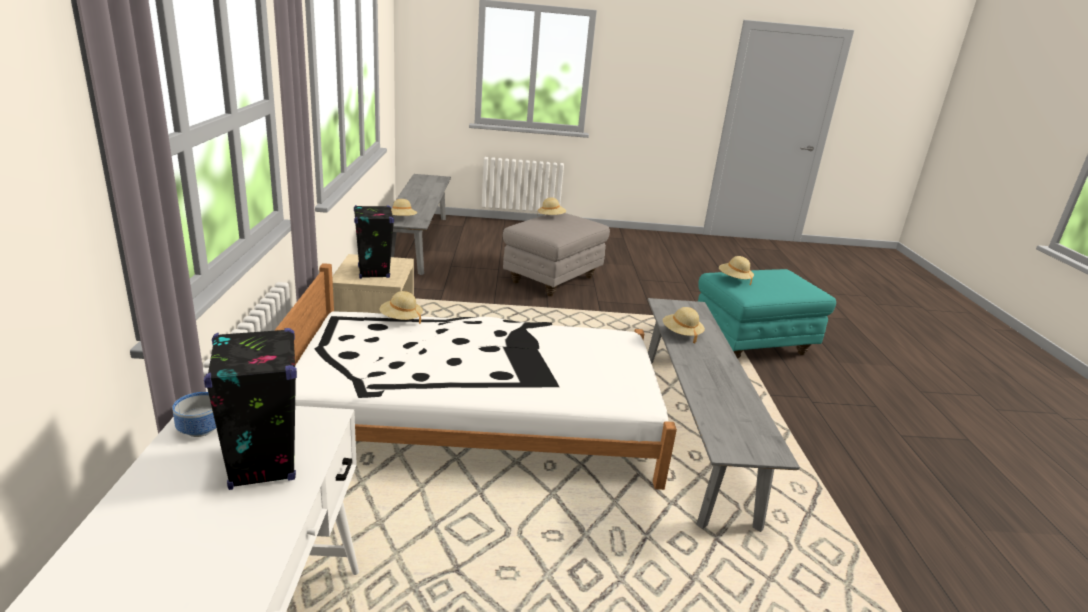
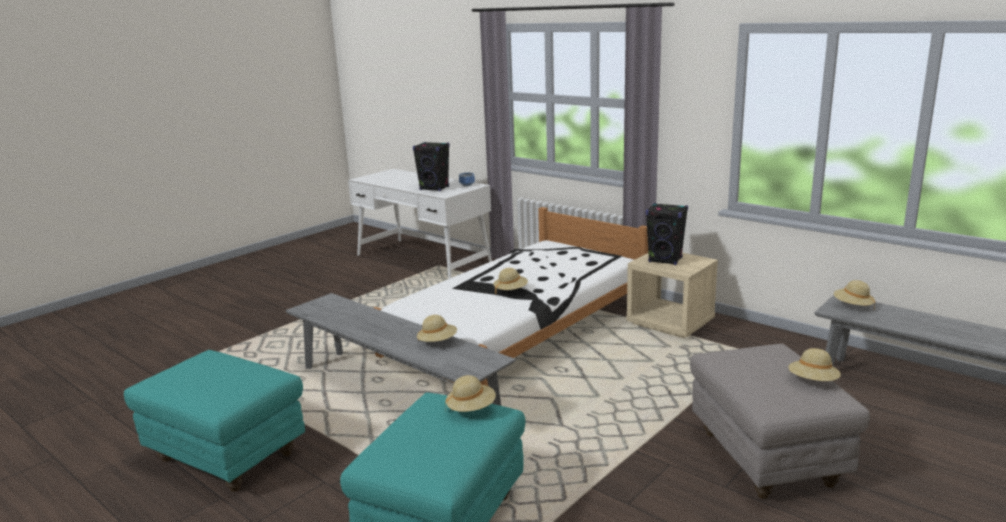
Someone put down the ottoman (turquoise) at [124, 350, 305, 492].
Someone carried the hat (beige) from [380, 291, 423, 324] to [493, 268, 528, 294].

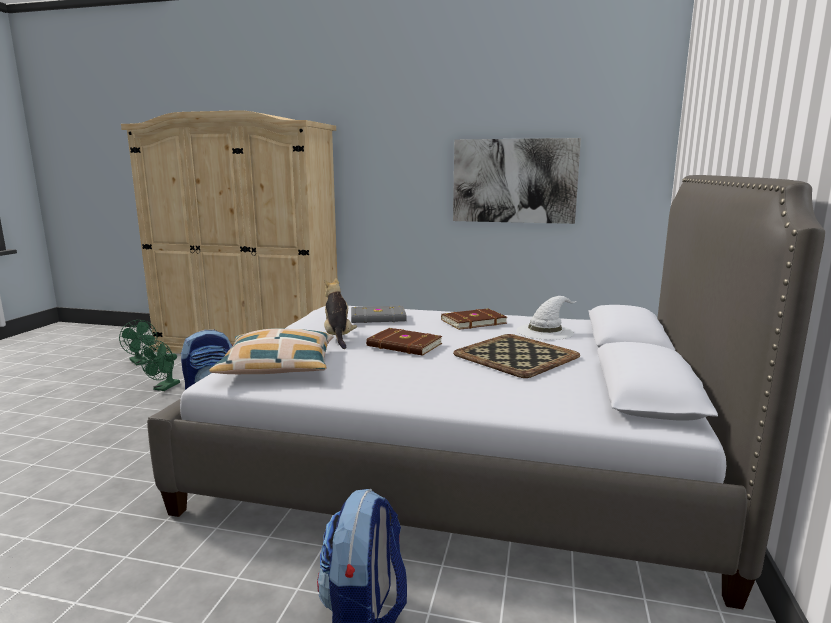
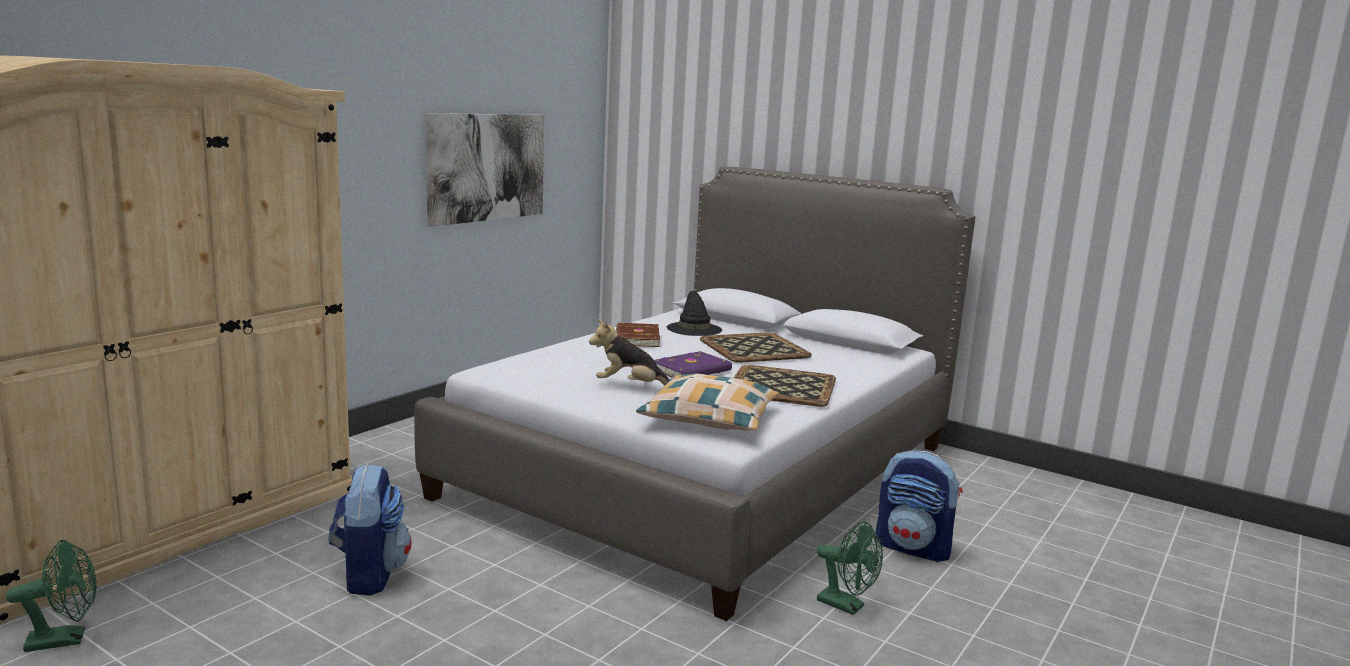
Someone repainted the book (brown) at [366, 328, 442, 356], which became the book (purple) at [654, 351, 732, 377].
Someone repainted the hat (white) at [516, 296, 576, 340], which became the hat (black) at [667, 291, 722, 336].
Someone put down the tray at [734, 365, 836, 407].
Someone carried the fan (green) from [140, 340, 180, 391] to [817, 522, 883, 615].
Someone took away the book (grey) at [351, 306, 407, 323].

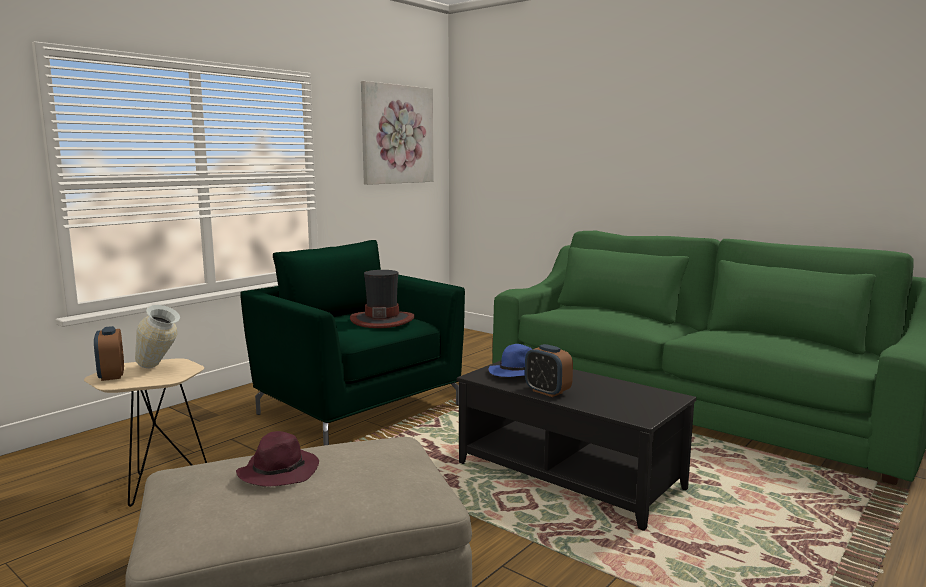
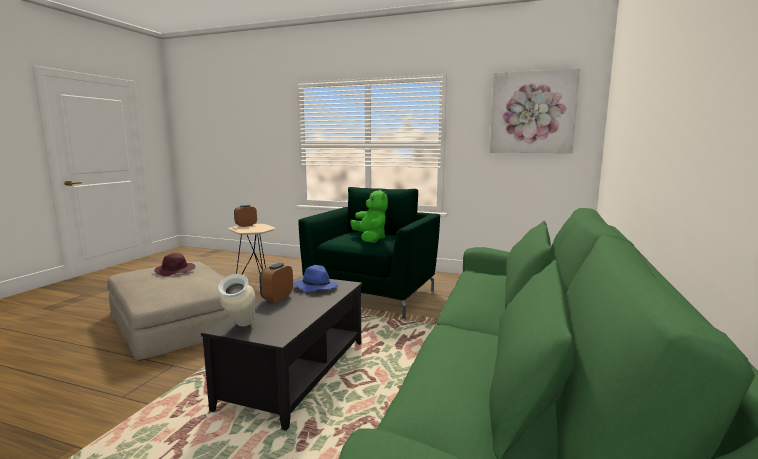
Someone carried the vase from [135, 305, 180, 368] to [218, 274, 255, 327].
Someone swapped the hat at [350, 270, 415, 328] for the plush toy (green) at [351, 189, 388, 243].

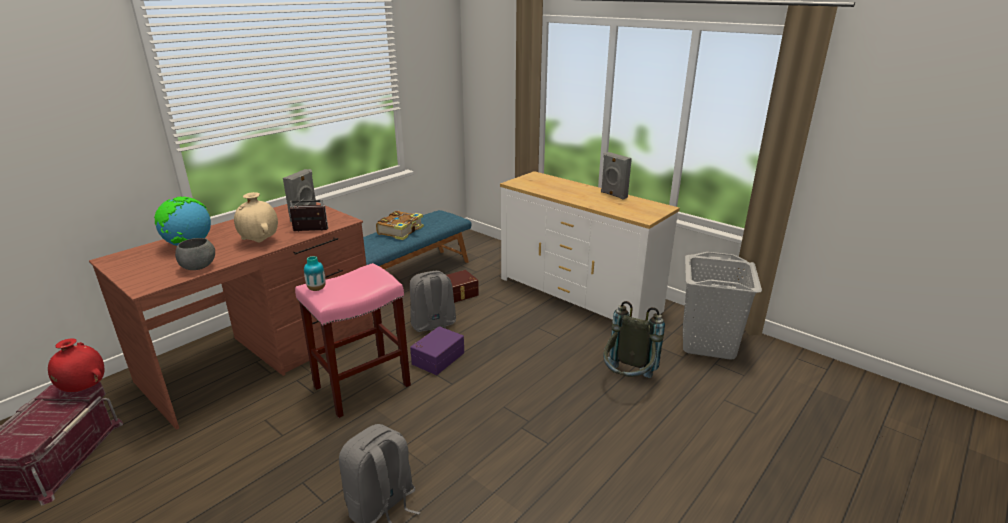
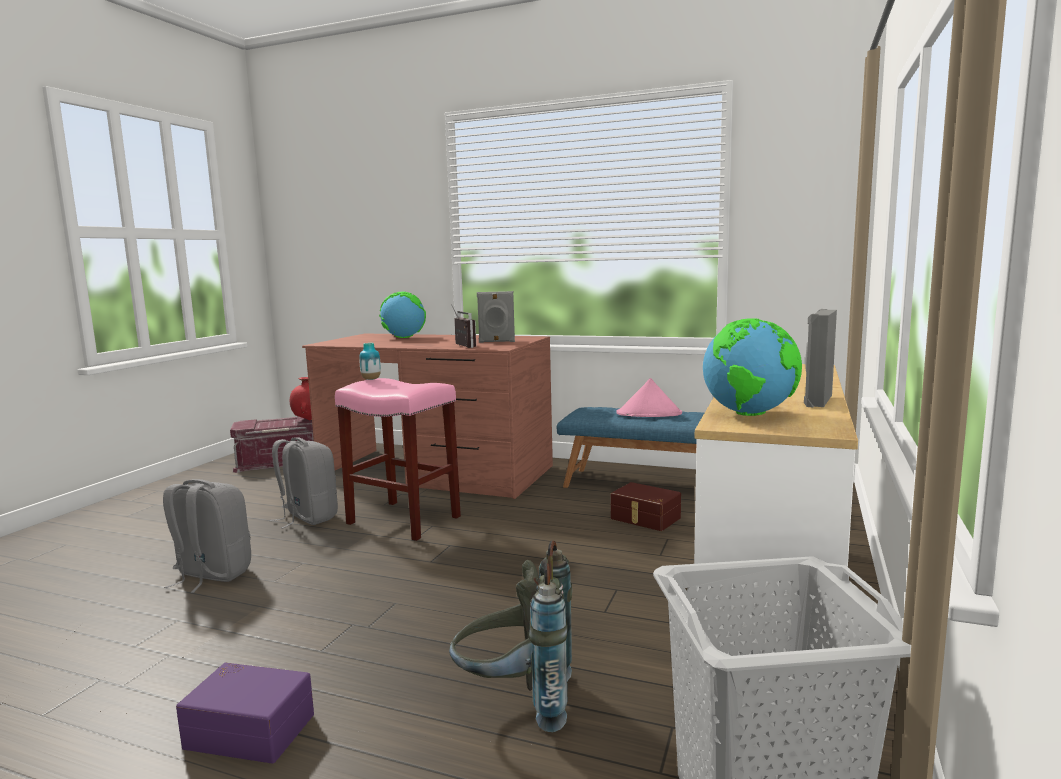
Someone carried the storage box (purple) from [410, 326, 464, 375] to [176, 663, 314, 763].
Someone carried the backpack (grey) from [410, 271, 456, 332] to [270, 437, 338, 529].
Someone swapped the book at [376, 211, 424, 240] for the hat (pink) at [616, 378, 682, 417].
Someone put down the globe at [703, 318, 802, 416].
Someone took away the bowl (grey) at [175, 238, 215, 270].
Someone took away the vase (beige) at [234, 192, 278, 242].

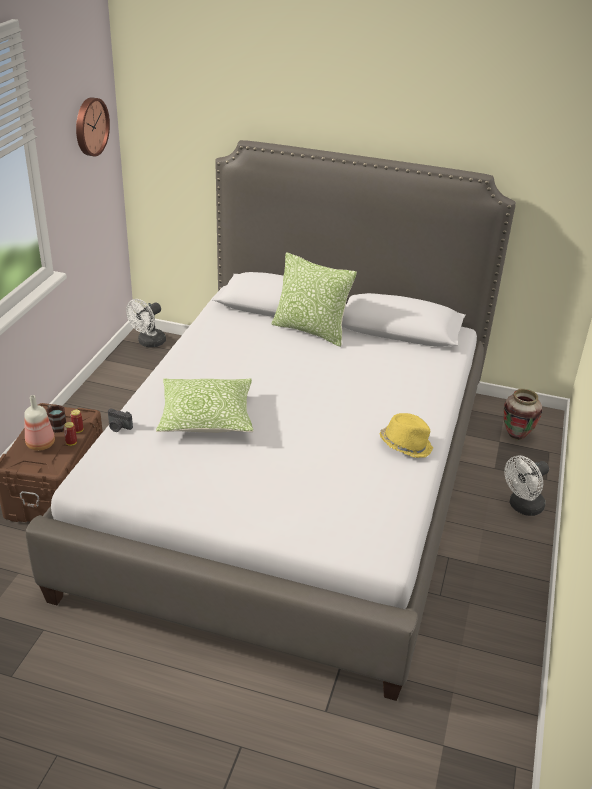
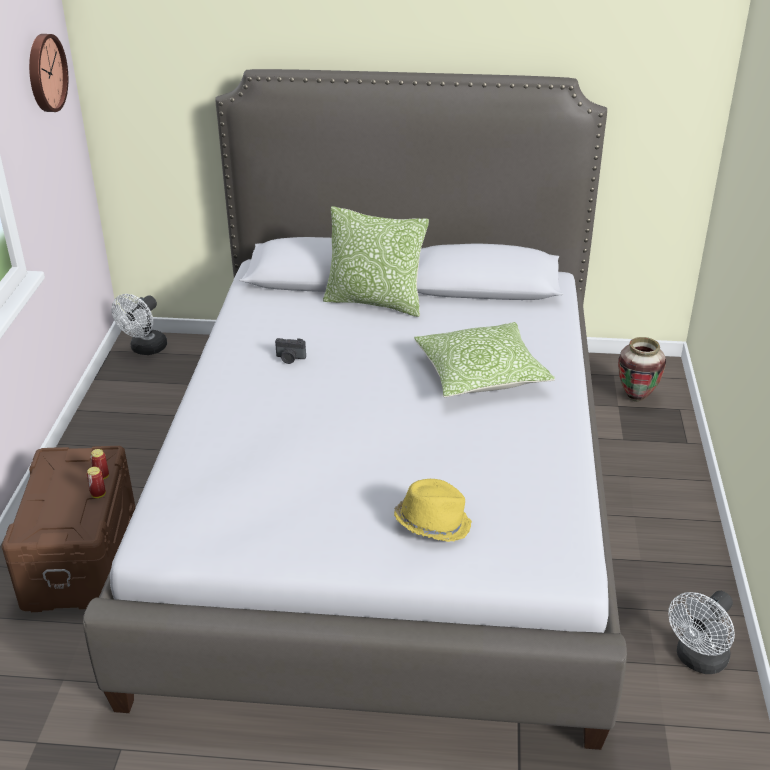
Someone carried the photo camera from [108, 409, 133, 432] to [275, 338, 306, 364].
Someone carried the hat (yellow) from [380, 413, 434, 458] to [394, 479, 472, 542].
Someone carried the pillow from [156, 378, 254, 433] to [414, 322, 555, 398].
Someone carried the fan (white) from [504, 455, 549, 516] to [668, 591, 735, 674].
Someone took away the bottle at [24, 395, 55, 451].
Someone took away the mug at [47, 404, 66, 433].

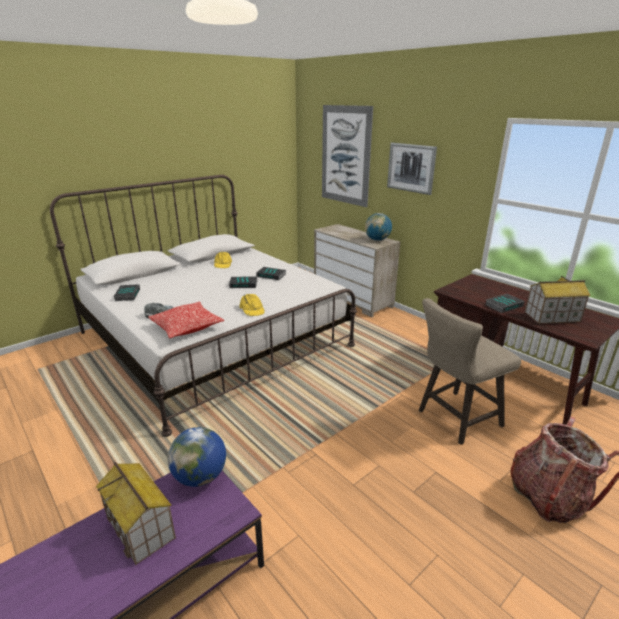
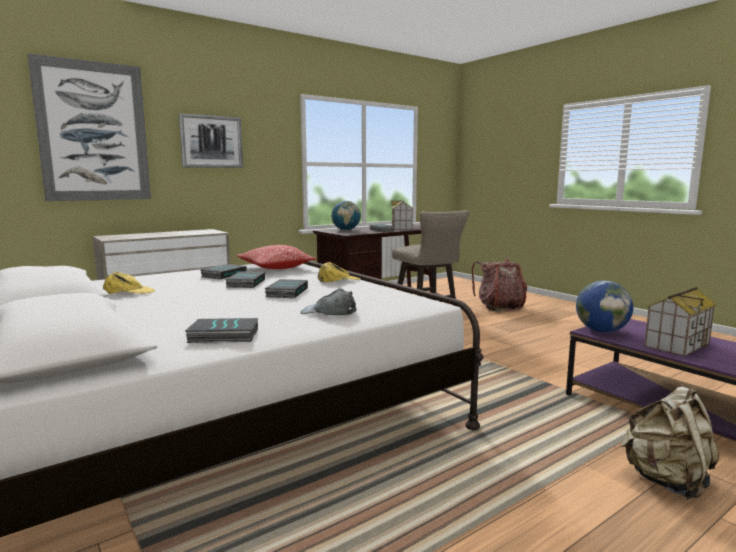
Someone carried the pillow from [148, 302, 224, 338] to [236, 245, 317, 269].
Someone put down the book at [264, 279, 308, 298].
Someone carried the globe from [365, 213, 392, 241] to [331, 201, 361, 231].
Someone put down the backpack (beige) at [621, 386, 719, 500].

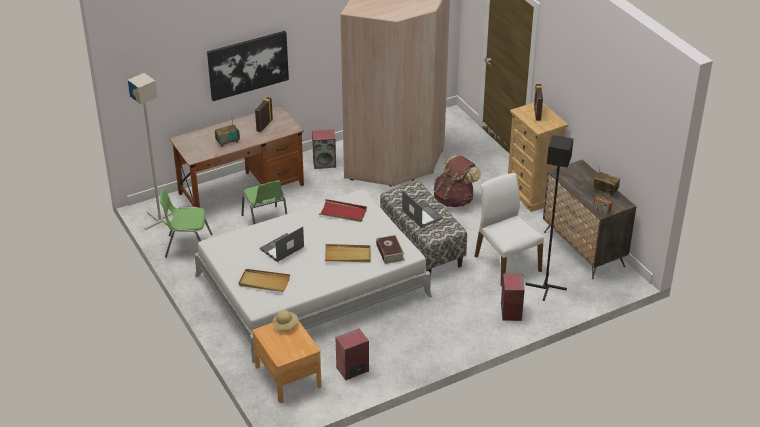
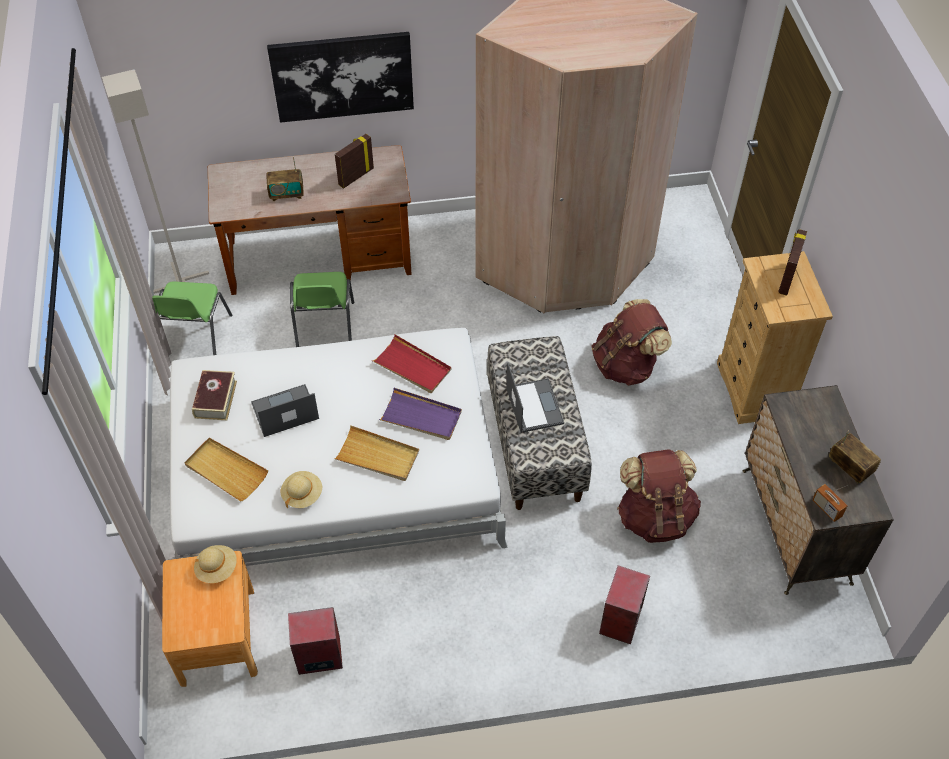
Someone rotated the chair (green) at [160, 189, 213, 258] by 105 degrees counterclockwise.
Someone carried the book from [376, 235, 404, 264] to [192, 370, 237, 420].
Someone put down the hat (beige) at [280, 471, 322, 508].
Someone put down the tray (purple) at [379, 388, 462, 440].
Someone swapped the chair (white) at [475, 173, 544, 286] for the backpack (brown) at [617, 449, 701, 543].
Someone took away the speaker at [312, 129, 336, 169].
Someone took away the floor lamp (black) at [525, 135, 574, 301].

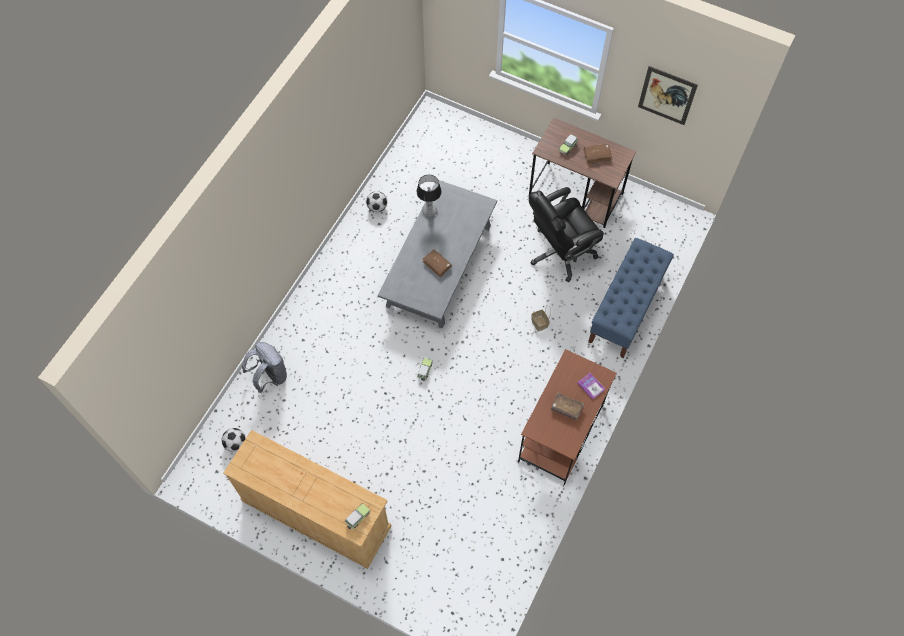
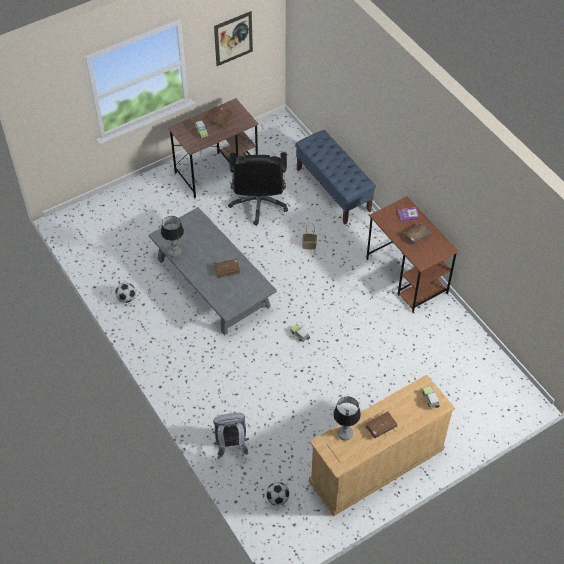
Someone put down the table lamp at [333, 396, 361, 440].
Someone put down the book (brown) at [365, 411, 397, 438].

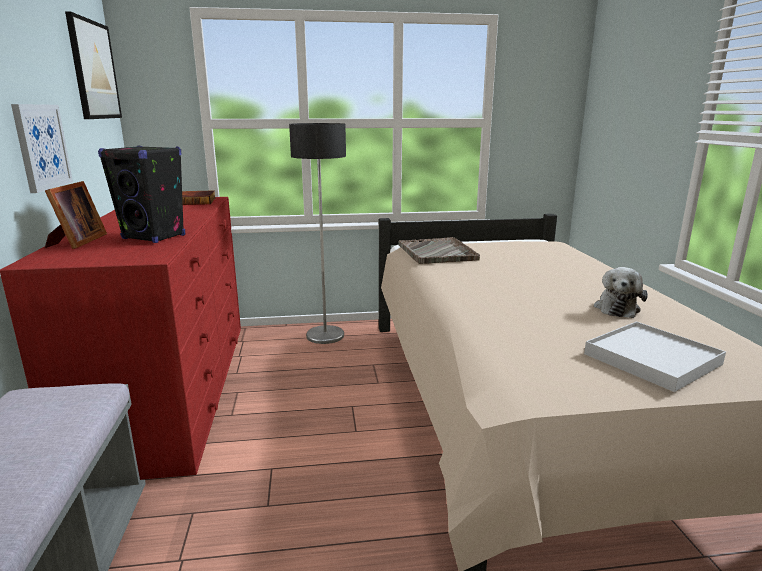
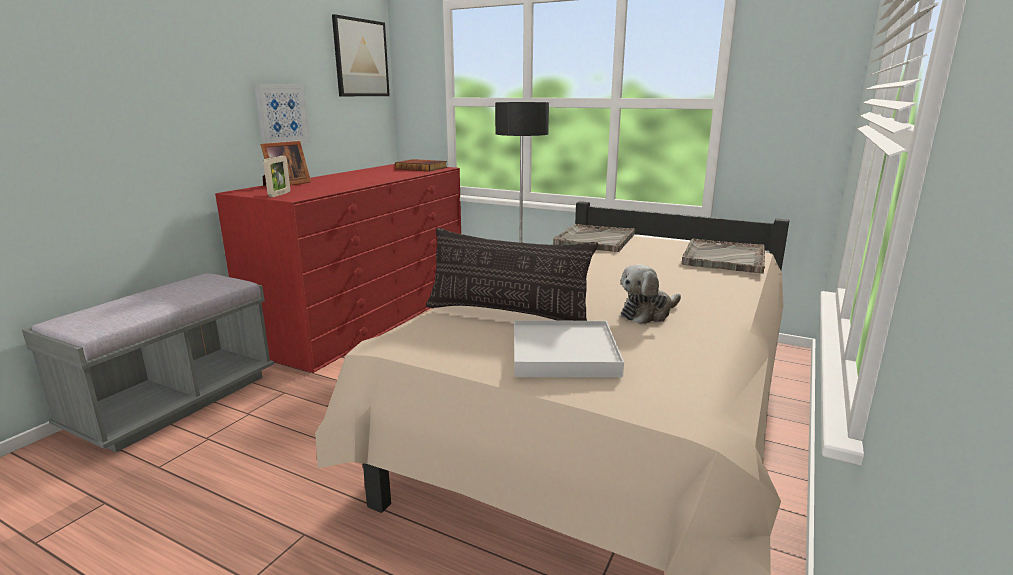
Someone put down the picture frame at [263, 156, 290, 197].
Someone put down the pillow at [426, 228, 598, 321].
Someone put down the tray (grey) at [682, 239, 765, 274].
Someone took away the speaker (black) at [98, 146, 185, 243].

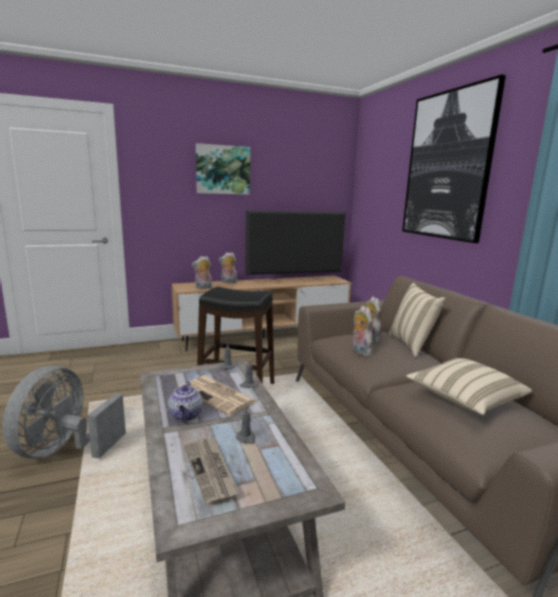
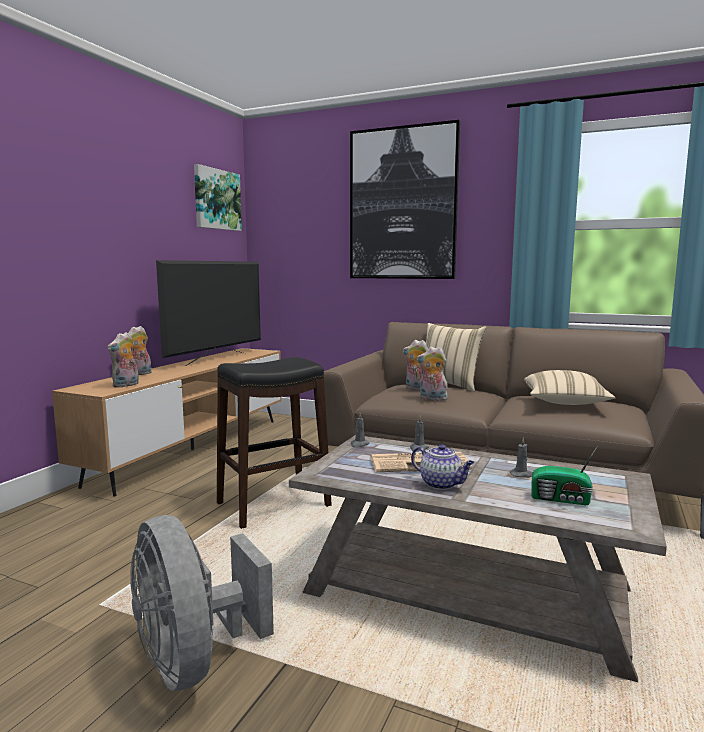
Someone carried the picture from [196, 143, 250, 195] to [194, 164, 242, 231].
Someone swapped the newspaper at [183, 438, 240, 507] for the radio at [531, 446, 598, 505].

